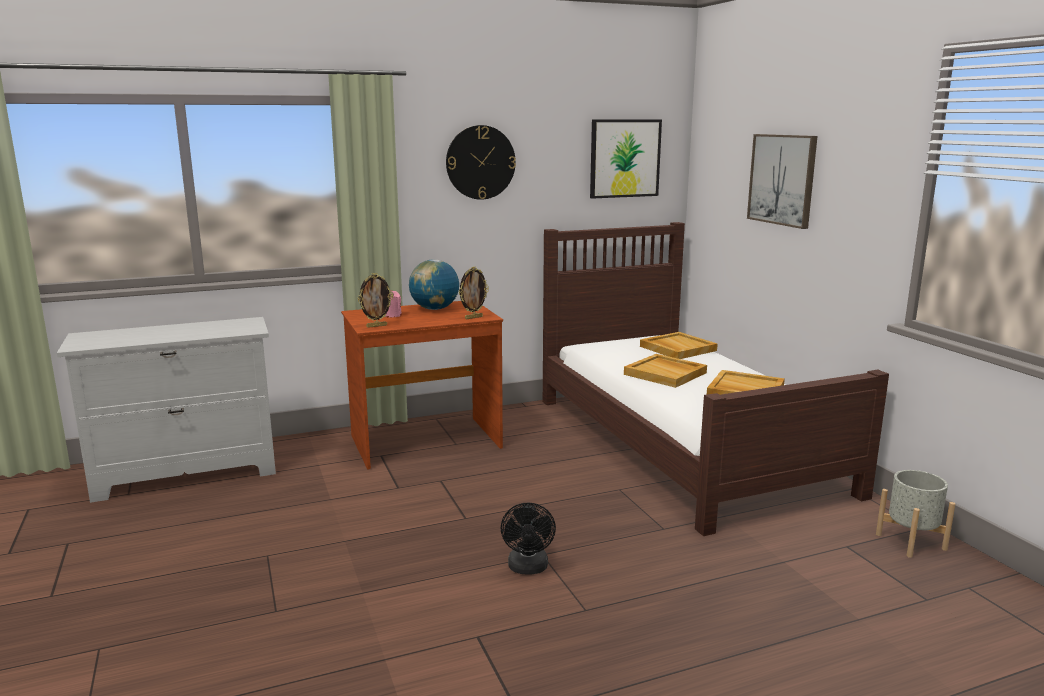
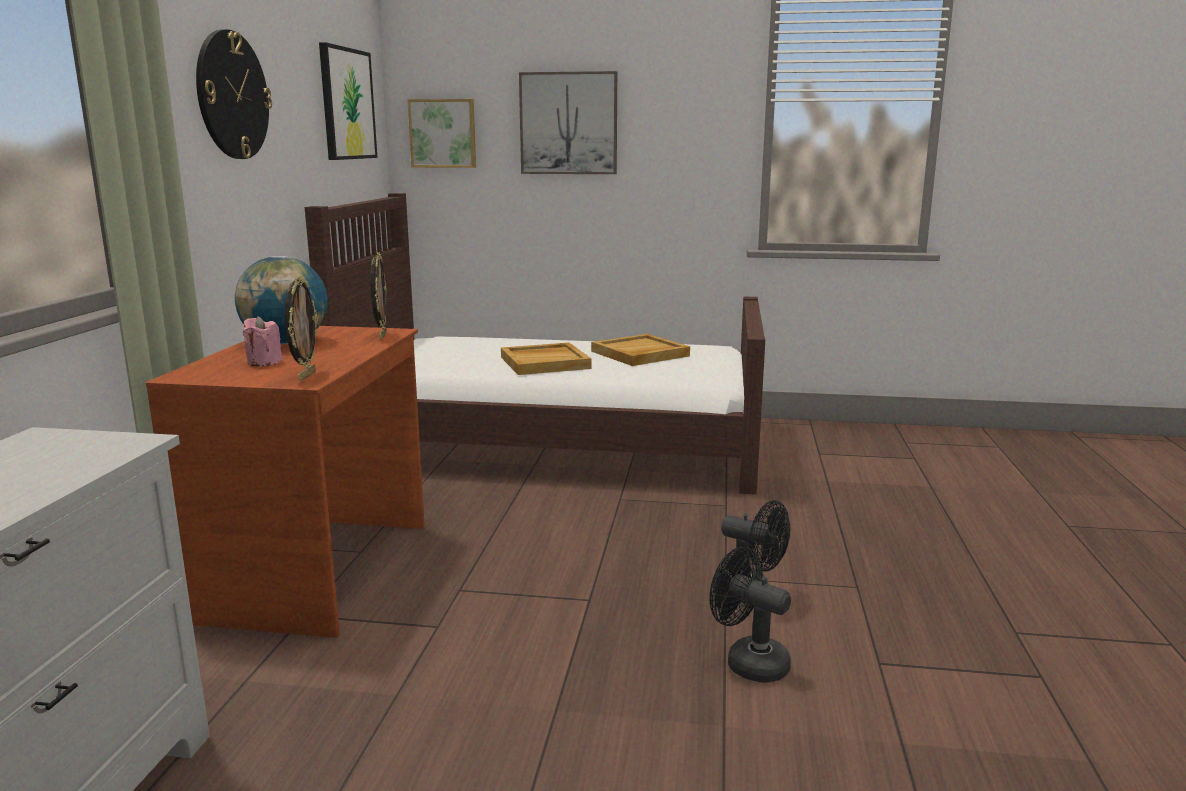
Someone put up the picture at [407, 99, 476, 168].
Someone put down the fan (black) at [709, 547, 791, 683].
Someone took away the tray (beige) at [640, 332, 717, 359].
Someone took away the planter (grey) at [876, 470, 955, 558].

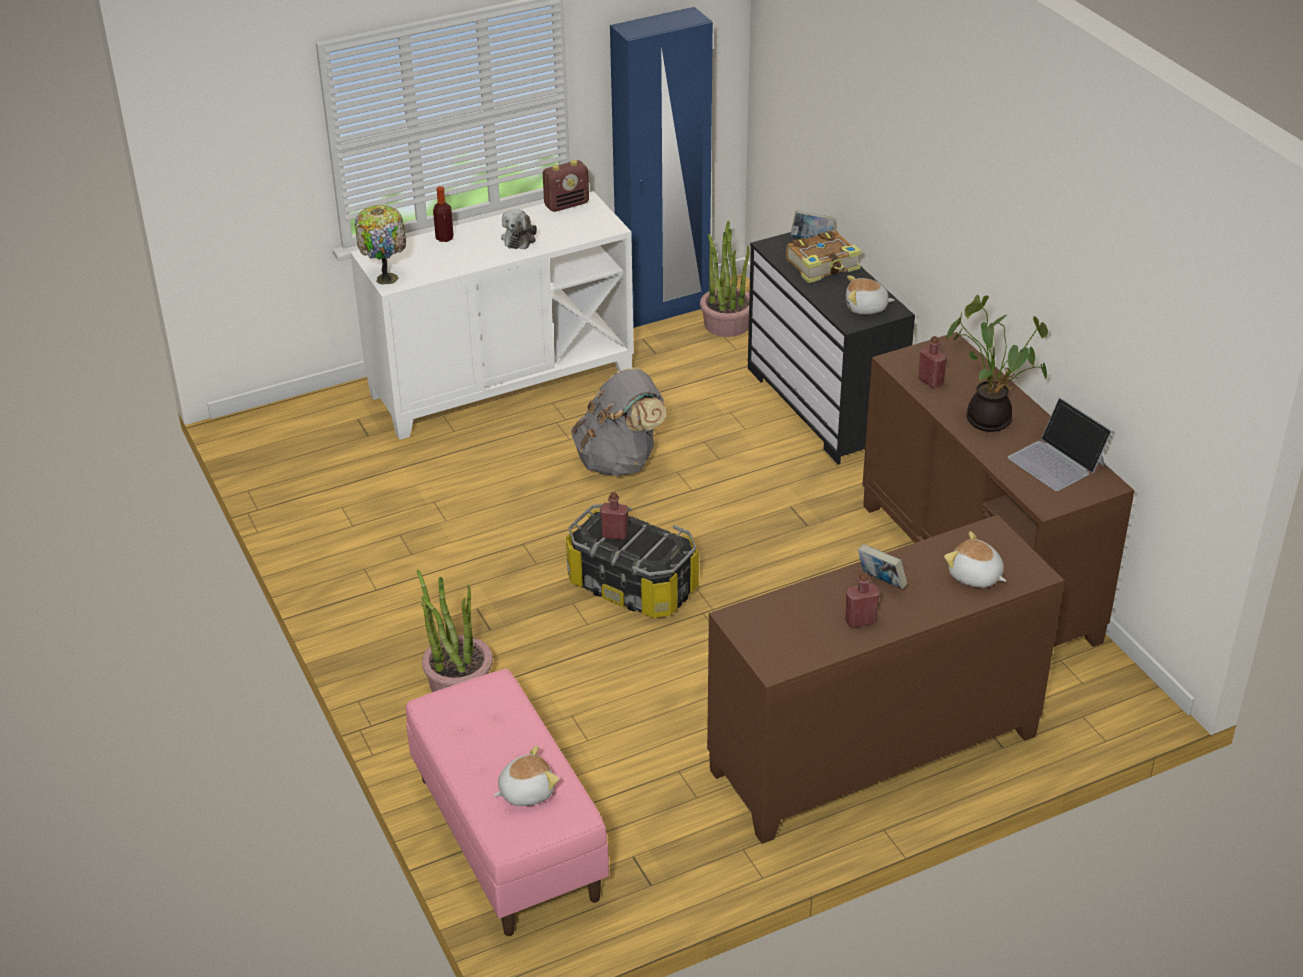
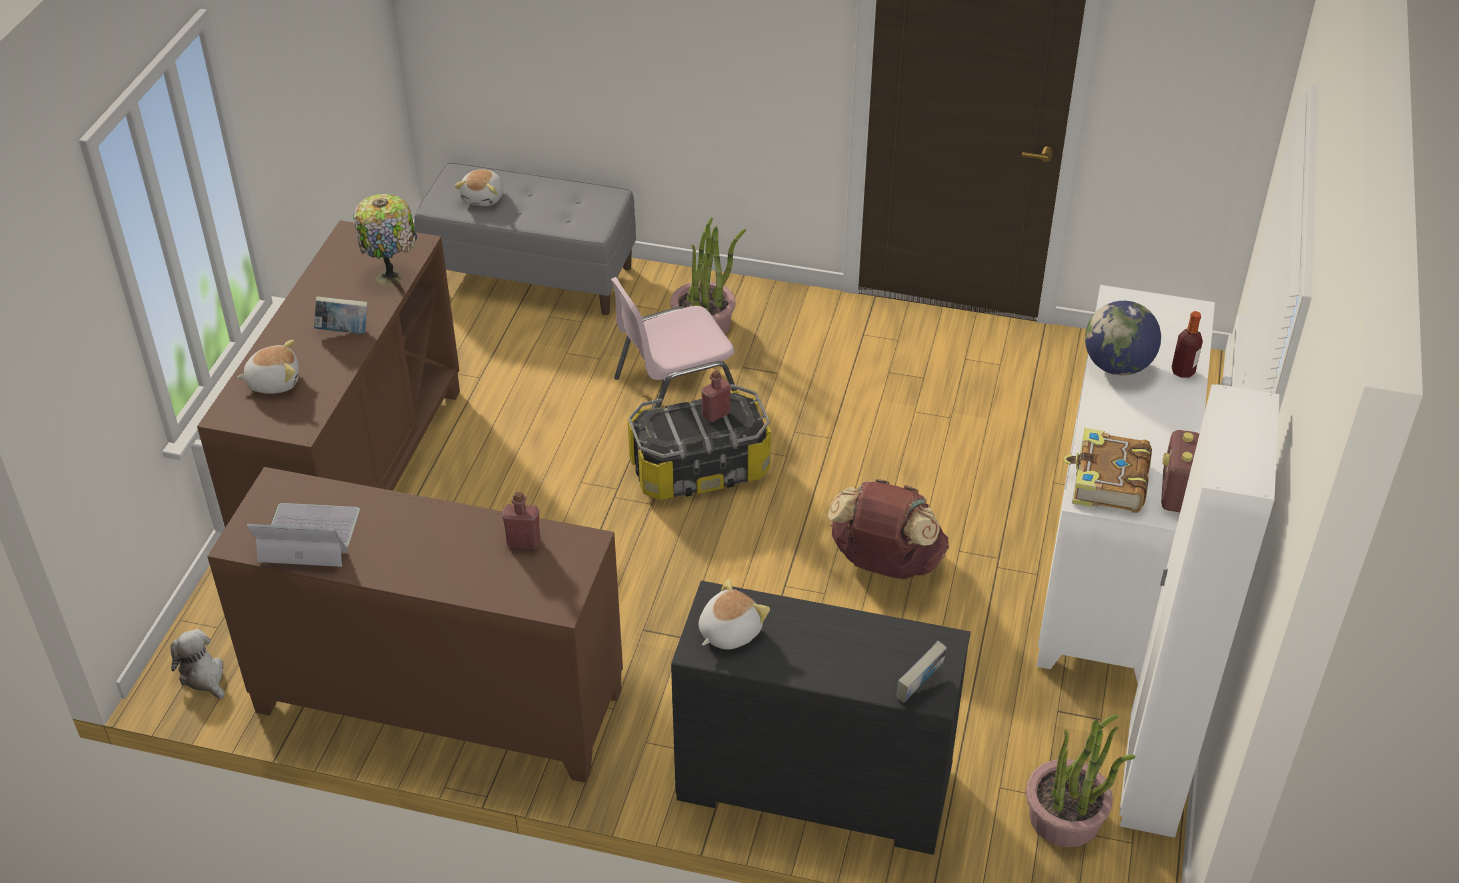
Someone carried the plush toy from [501, 209, 537, 249] to [170, 629, 225, 699].
Someone carried the table lamp from [355, 205, 406, 285] to [353, 194, 417, 286].
Someone repainted the bench (pink) at [406, 669, 609, 936], which became the bench (grey) at [414, 163, 636, 315].
Someone put down the chair (pink) at [611, 277, 738, 408].
Someone repainted the backpack (grey) at [571, 368, 666, 476], which became the backpack (brown) at [828, 479, 949, 580].
Someone carried the book from [786, 230, 862, 283] to [1064, 428, 1152, 513].
Someone put down the globe at [1085, 301, 1161, 375].
Someone repainted the wardrobe (blue) at [610, 7, 713, 328], which became the wardrobe (white) at [1119, 384, 1279, 838].
Someone took away the bottle (red) at [845, 572, 880, 628].
Someone took away the potted plant at [946, 295, 1048, 432].

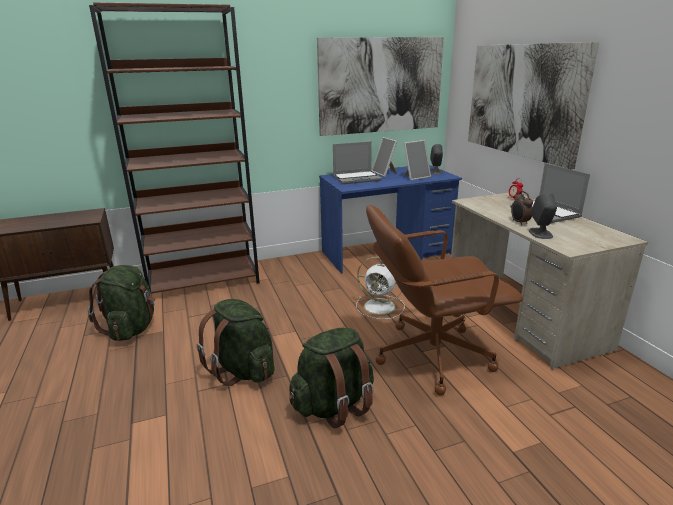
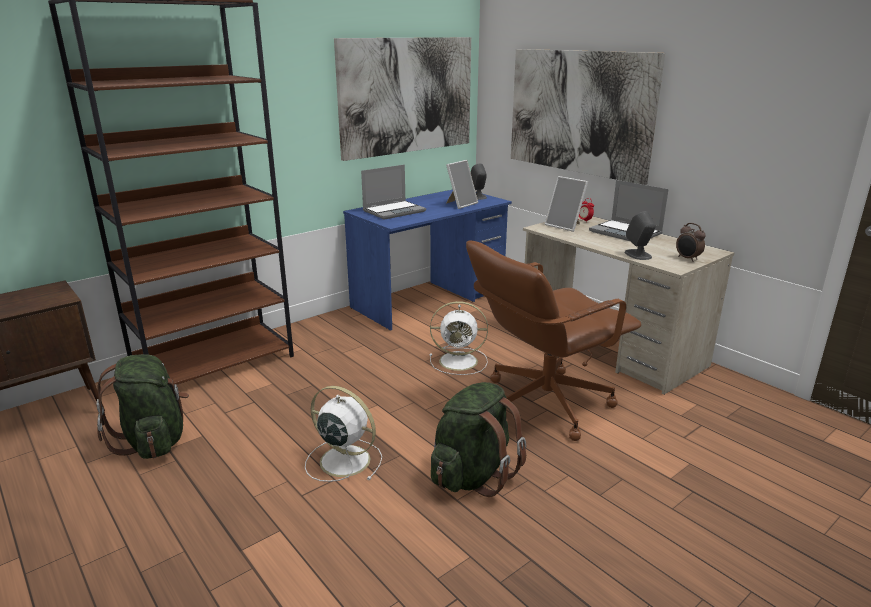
Someone swapped the backpack (green) at [197, 299, 274, 386] for the fan (white) at [305, 386, 382, 482].
Someone carried the picture frame from [372, 137, 398, 177] to [545, 176, 588, 232].
Someone carried the alarm clock from [511, 191, 533, 225] to [676, 223, 706, 262].

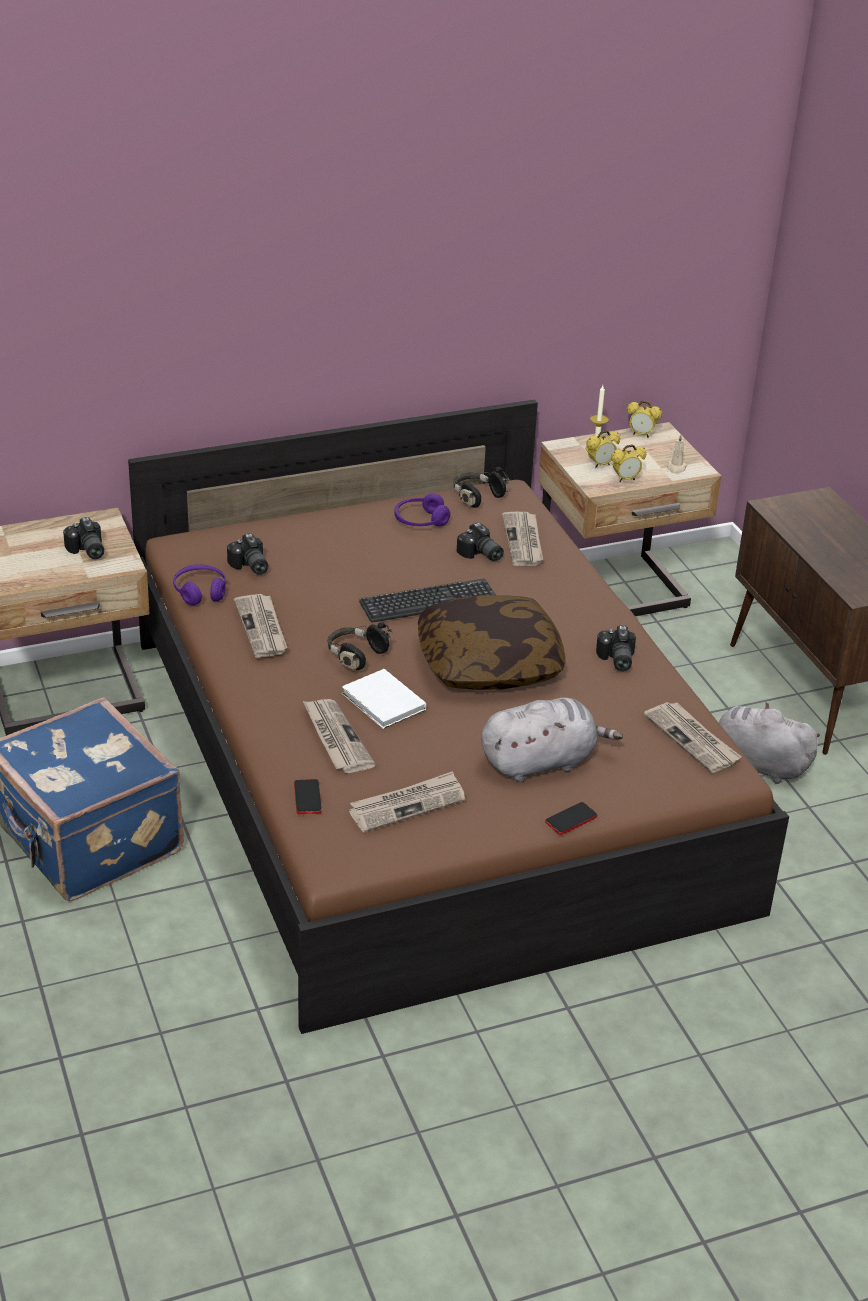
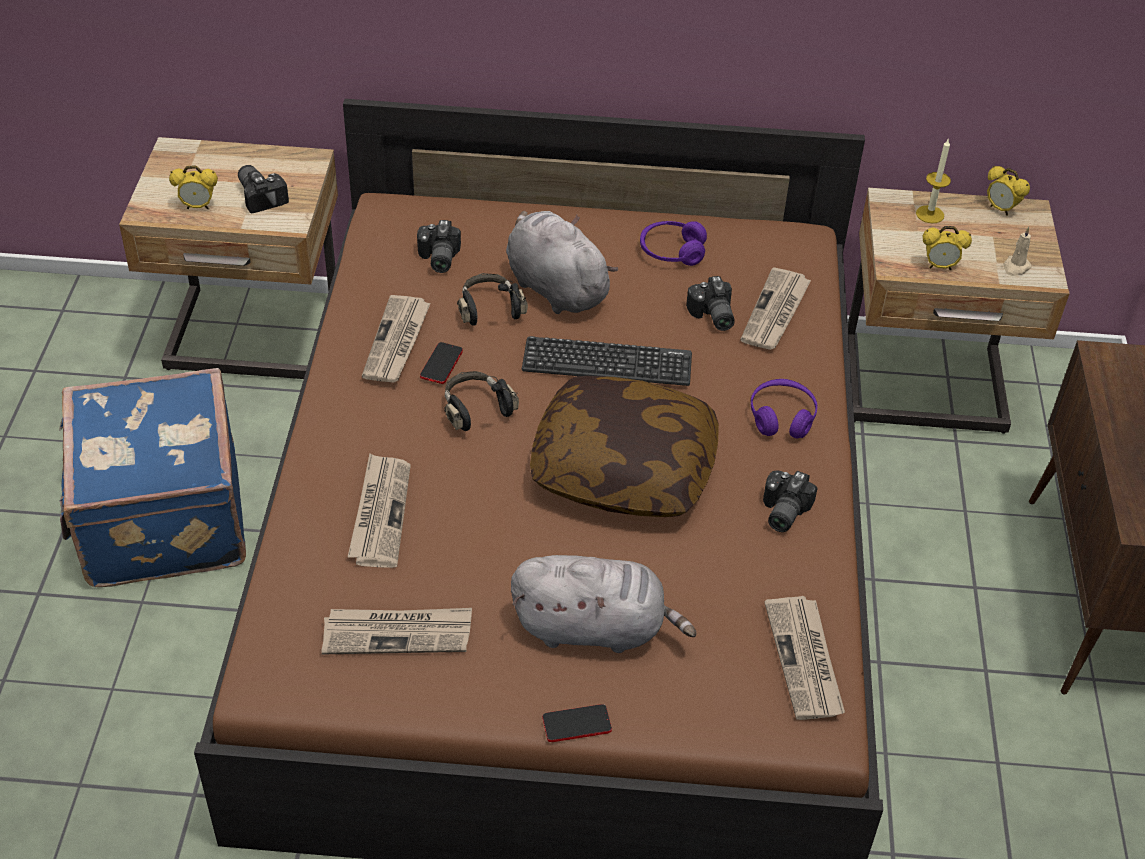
Someone carried the alarm clock from [587, 430, 620, 468] to [169, 165, 218, 209].
Someone rotated the photo camera at [63, 517, 104, 559] by 150 degrees clockwise.
Someone carried the phone from [294, 779, 322, 814] to [420, 342, 463, 384].
Someone carried the headphones (black) from [454, 467, 510, 508] to [457, 273, 528, 326].
Someone carried the plush toy (grey) from [719, 702, 820, 784] to [506, 211, 618, 314].
Someone carried the headphones (purple) from [173, 564, 226, 605] to [751, 379, 817, 439].
Someone took away the book (white) at [342, 669, 426, 729].

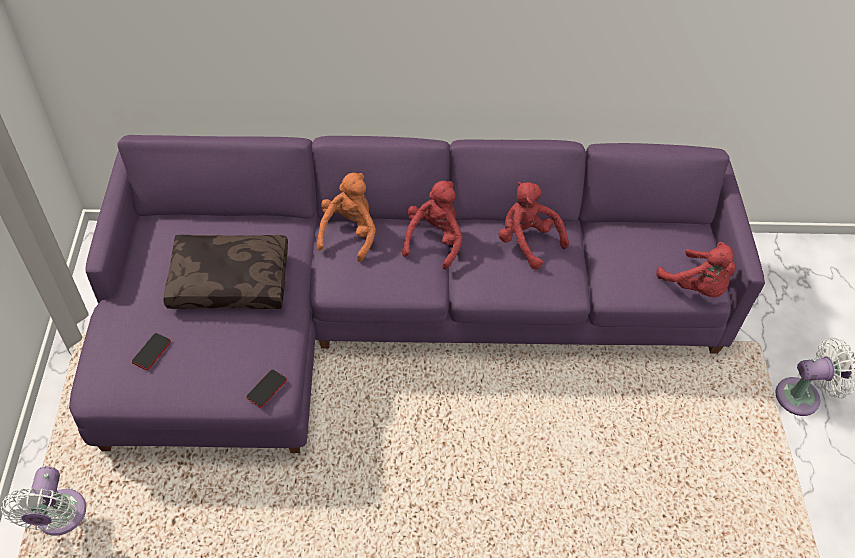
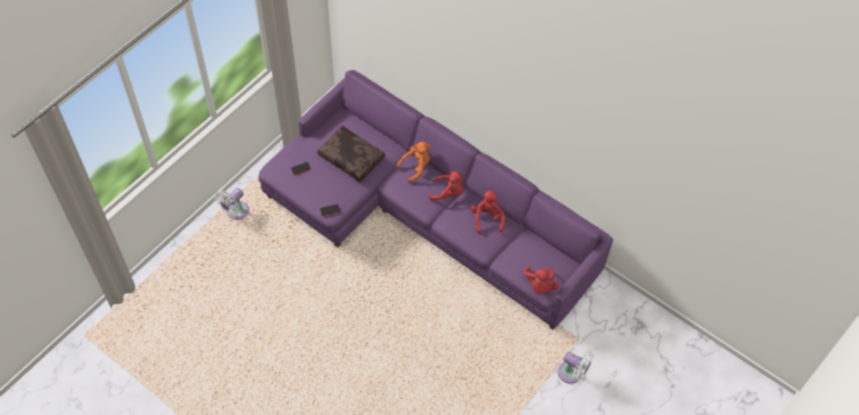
Someone rotated the plush toy (red) at [402, 181, 463, 270] by 45 degrees clockwise.

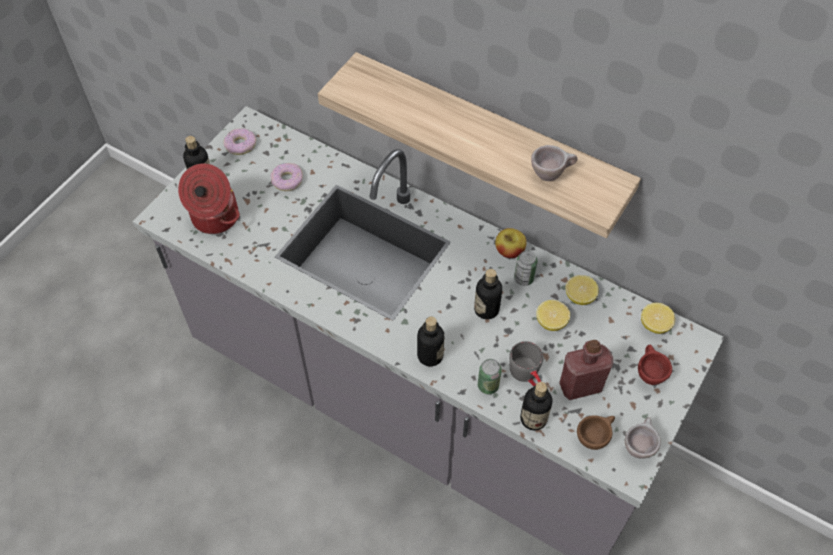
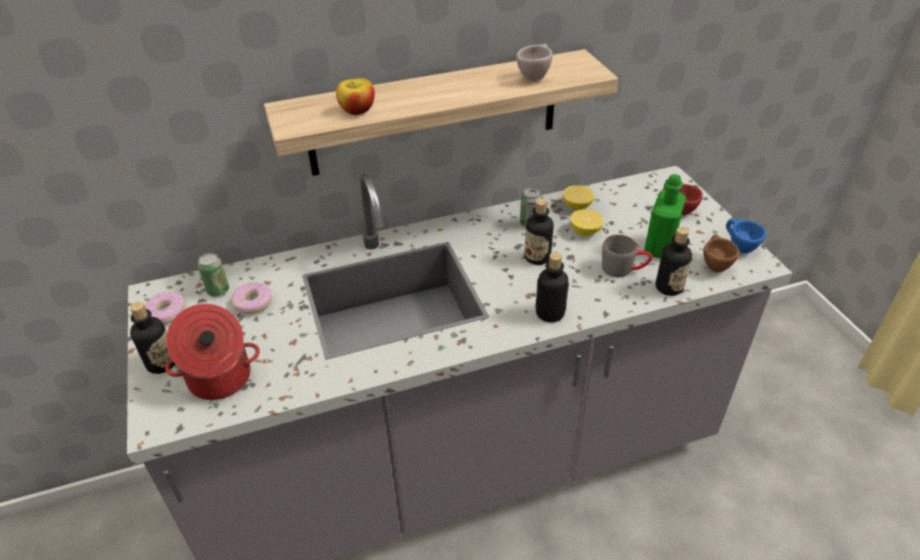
Someone carried the can from [478, 359, 502, 394] to [198, 253, 229, 297].
Someone carried the apple from [495, 228, 527, 258] to [336, 78, 375, 115].
Someone repainted the bottle (red) at [559, 340, 613, 400], which became the bottle (green) at [644, 174, 686, 259].
Someone repainted the cup (beige) at [625, 417, 661, 459], which became the cup (blue) at [726, 218, 767, 254].
Someone took away the lemon at [641, 303, 675, 334].

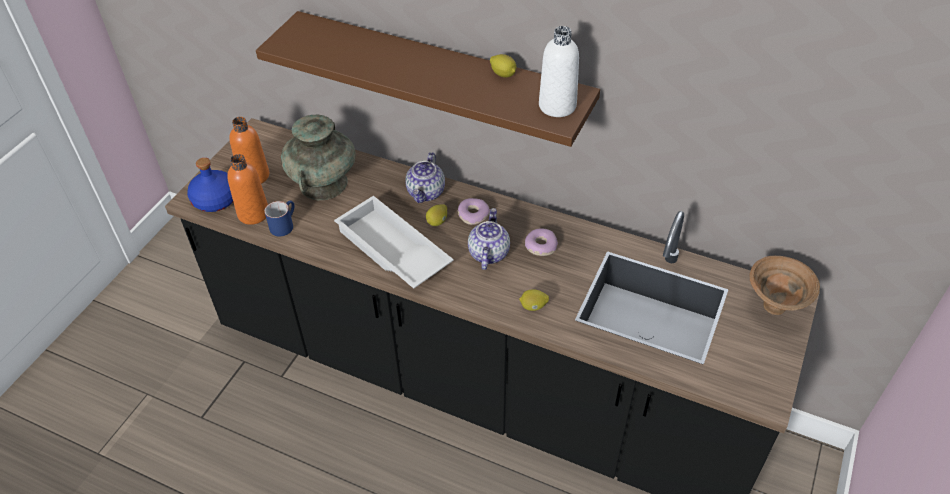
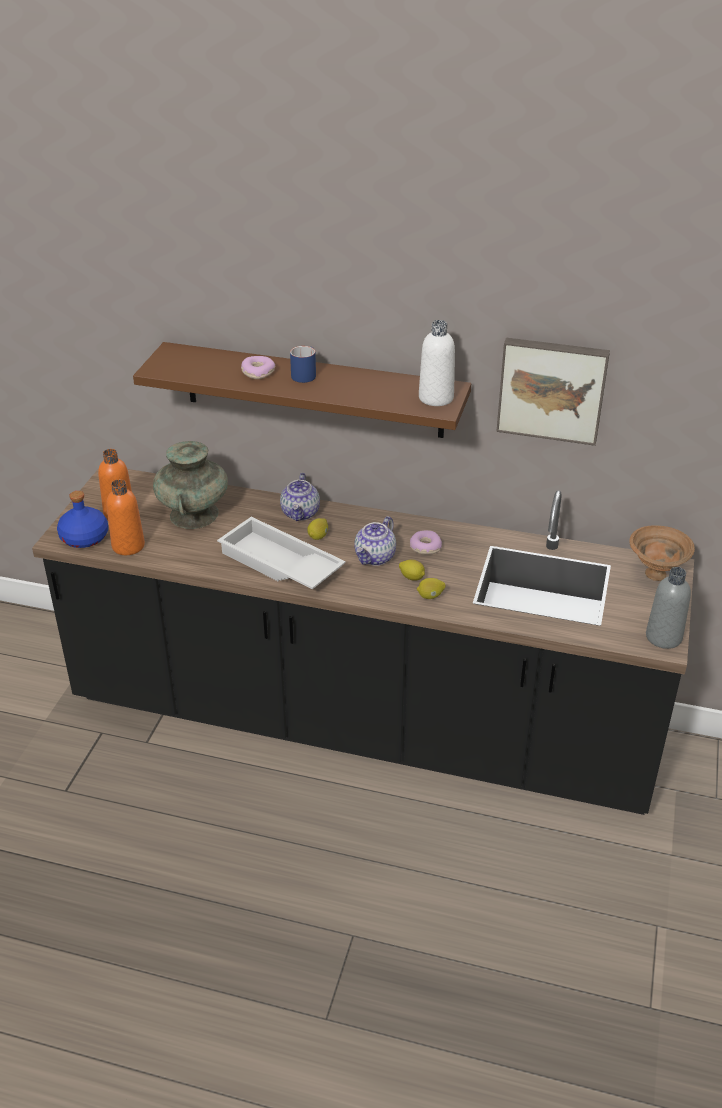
Someone carried the donut from [458, 198, 490, 225] to [241, 356, 275, 379].
Someone carried the mug (blue) from [264, 201, 294, 236] to [290, 346, 316, 383].
Someone rotated the teapot at [468, 208, 510, 270] by 150 degrees counterclockwise.
Someone carried the lemon from [490, 54, 516, 78] to [399, 560, 425, 581].
Someone put up the picture at [496, 337, 610, 446].
Someone put down the bottle (grey) at [646, 567, 691, 649].

